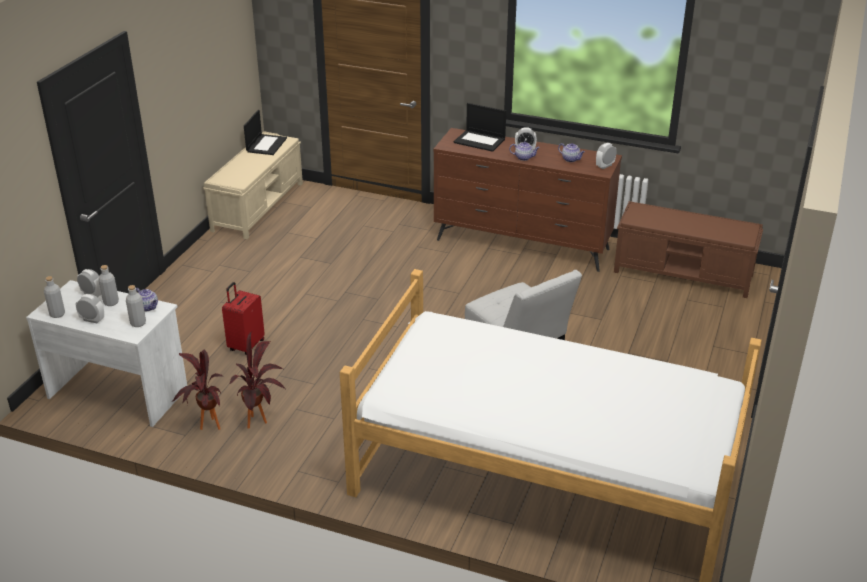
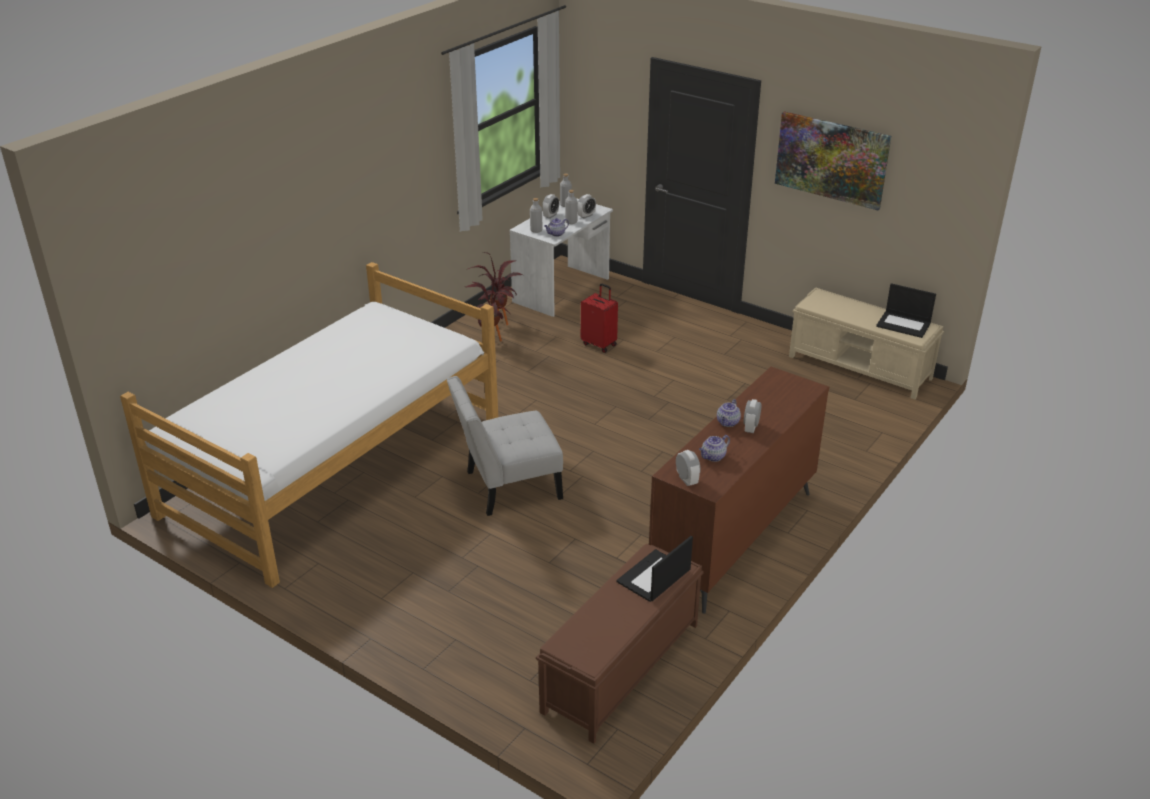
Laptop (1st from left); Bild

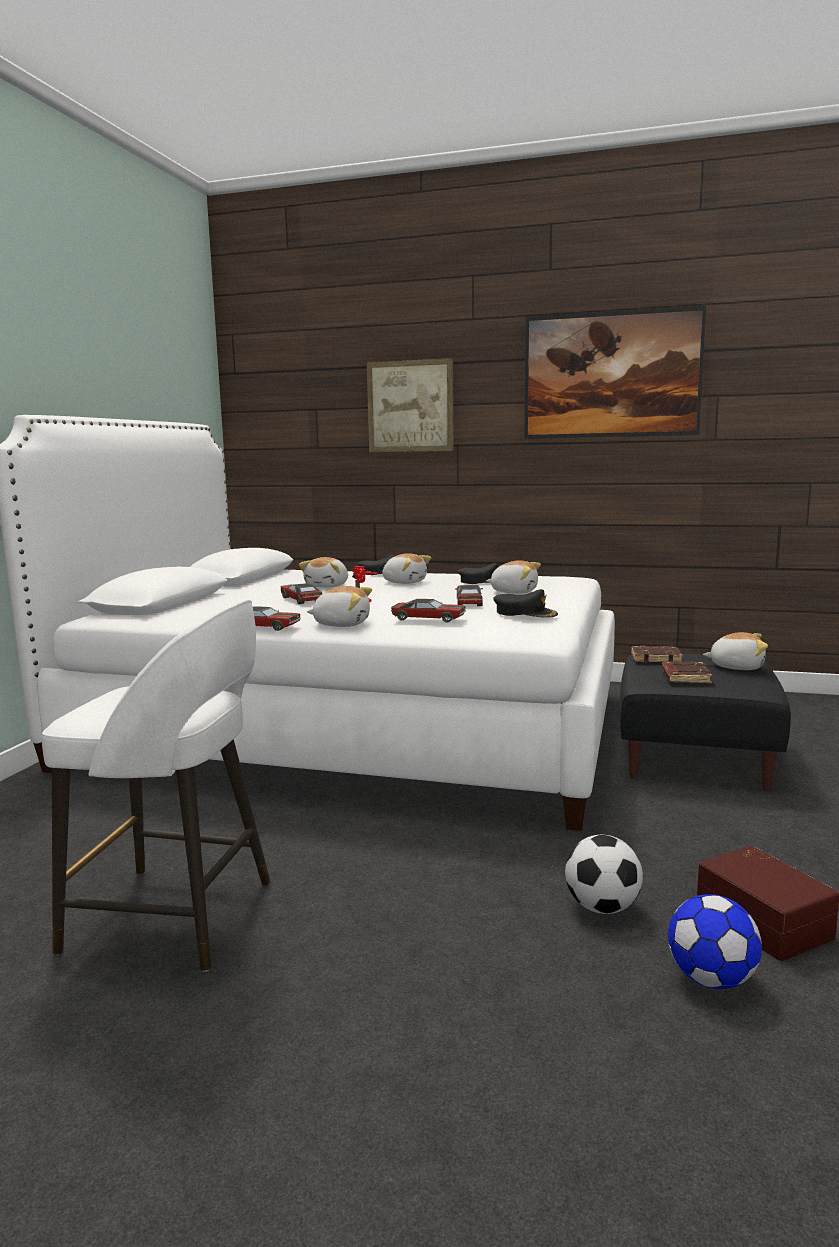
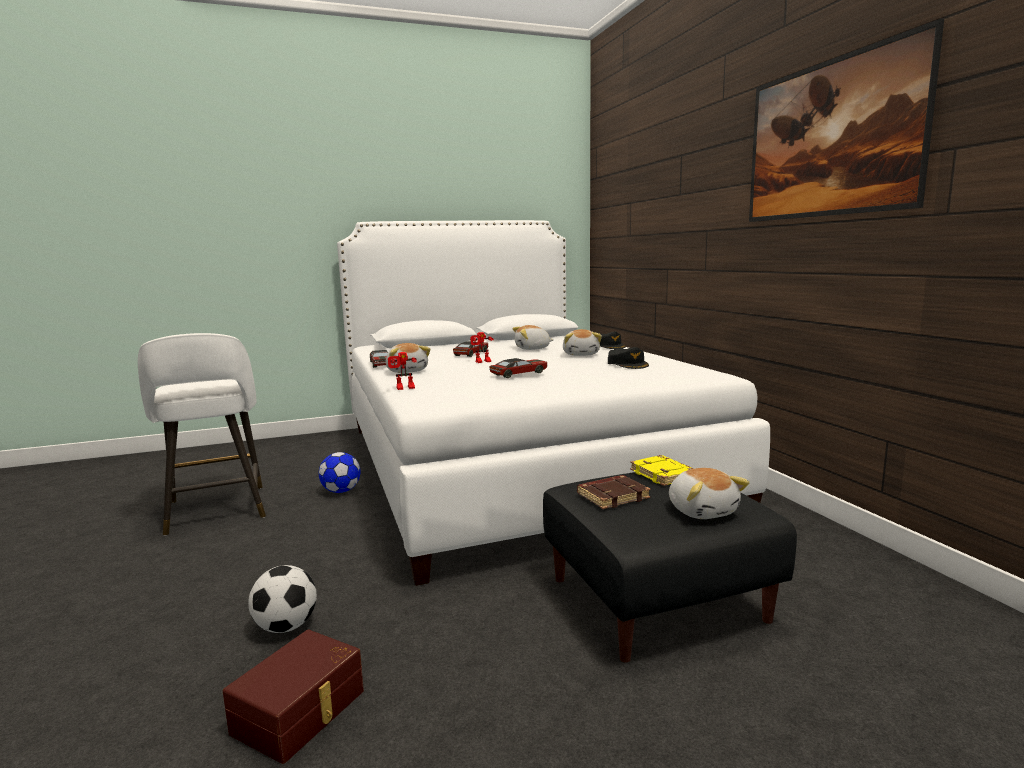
Bild (1st from left in the first image); Plüschtier (4th from left in the first image); Kappe (schwarz) (3rd from left in the first image); Spielzeugauto (3rd from left in the first image); Buch (gelb); Fußball (2nd from left); Spielzeugroboter (1st from left)

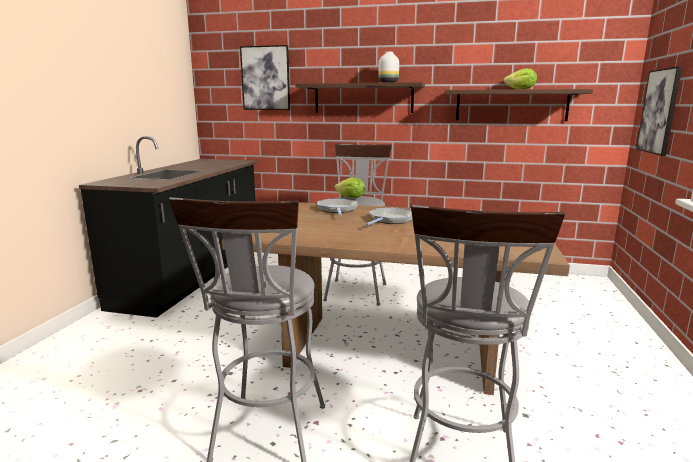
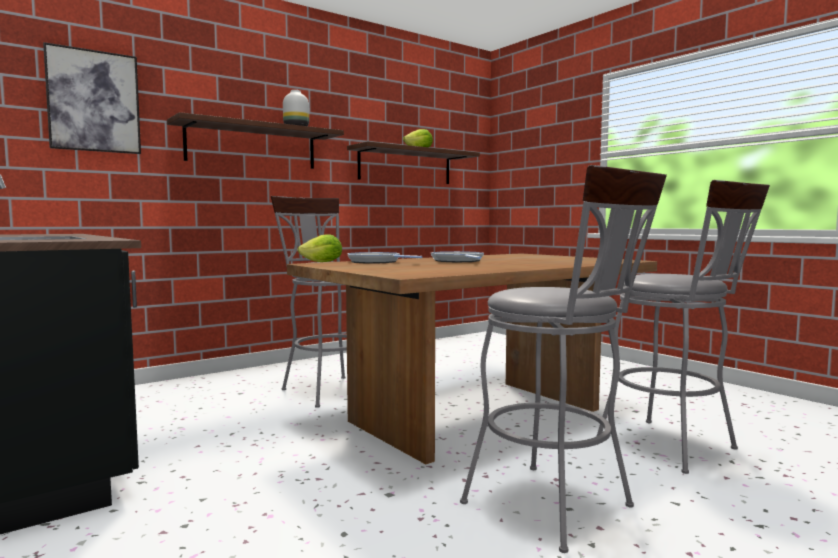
Bild (2nd from left in the first image)

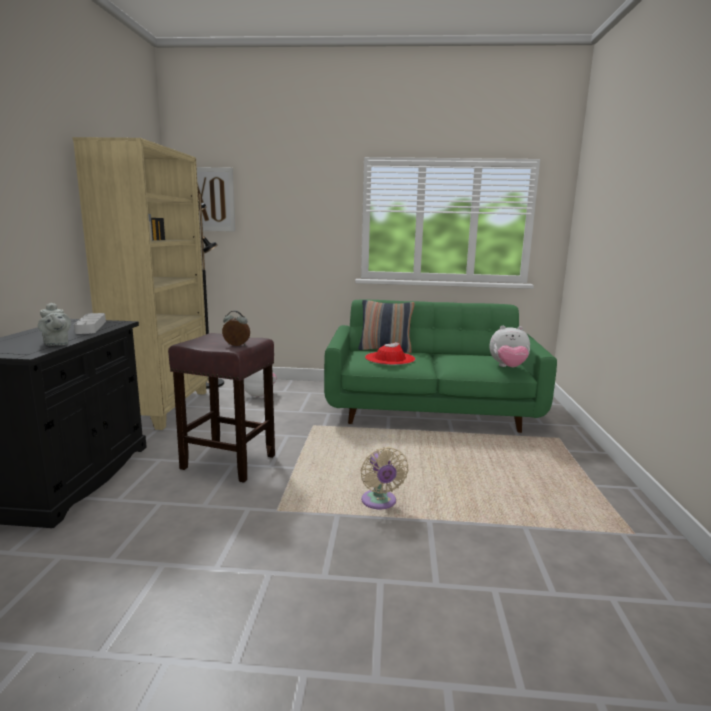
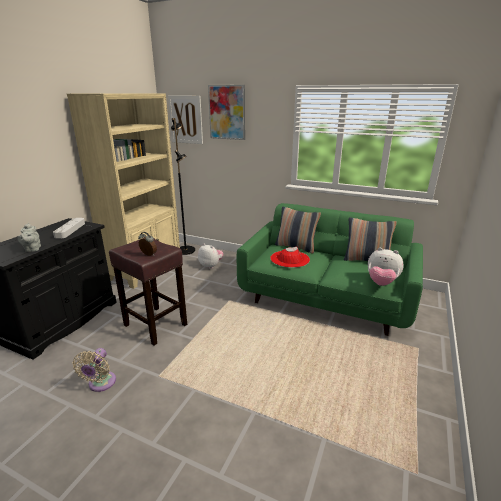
Ventilator (beige); Bild (2nd from left); Kissen (2nd from left)

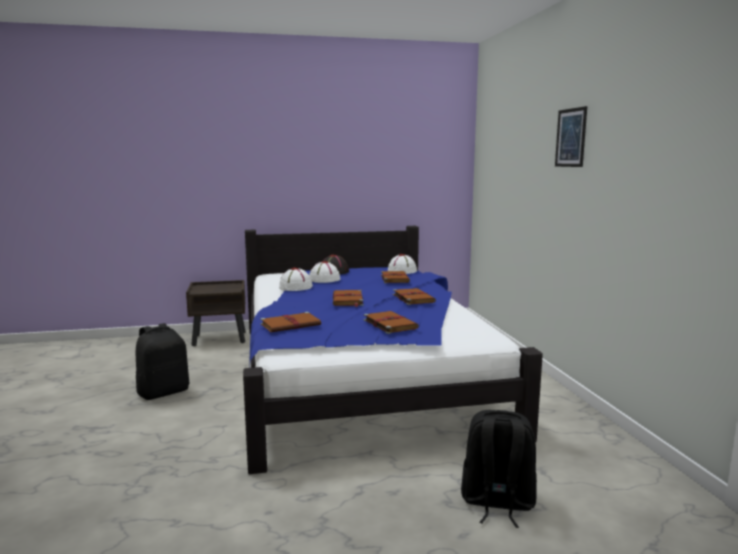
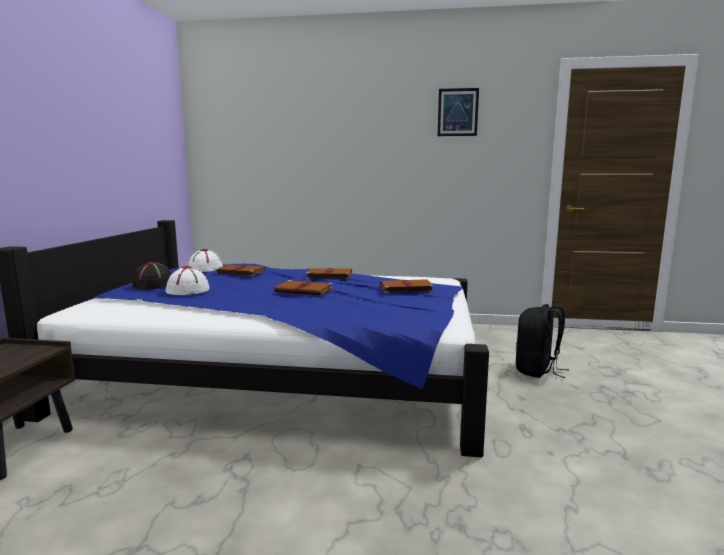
Bild; Hut (weiß) (1st from left in the first image); Buch (braun) (1st from left in the first image); Rucksack (schwarz) (1st from left in the first image)

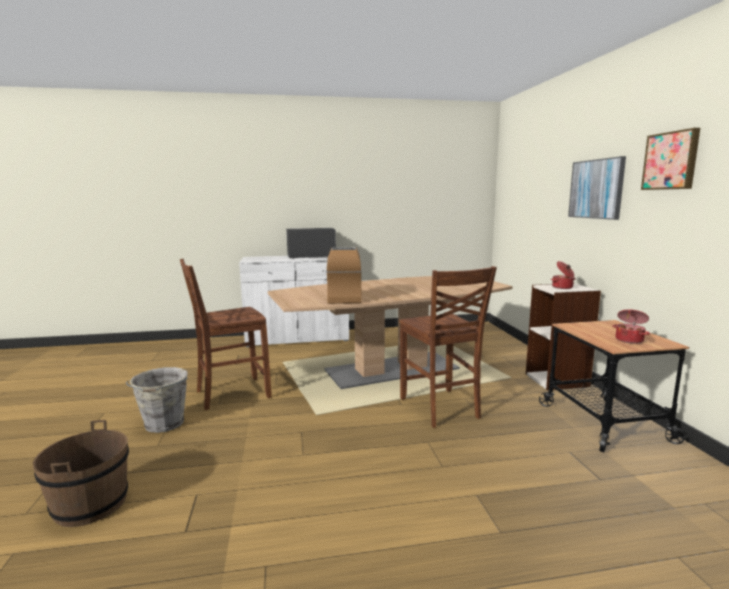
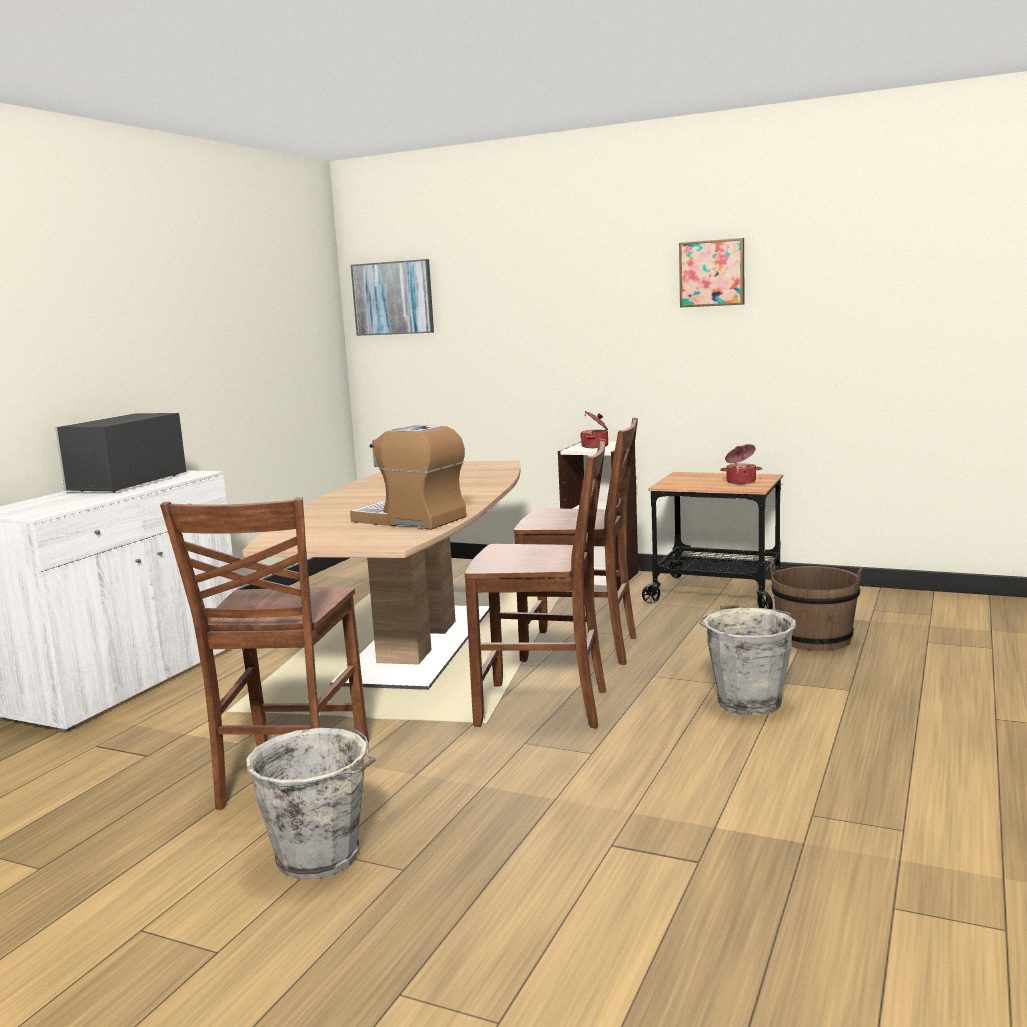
Bild (1st from left); Eimer (braun); Stuhl (braun) (2nd from left); Eimer (grau) (2nd from left)

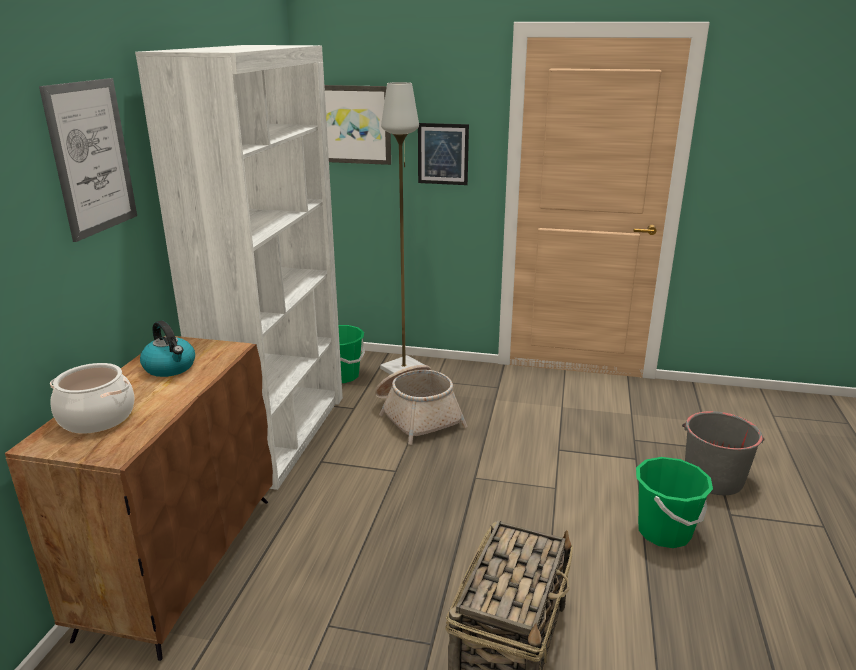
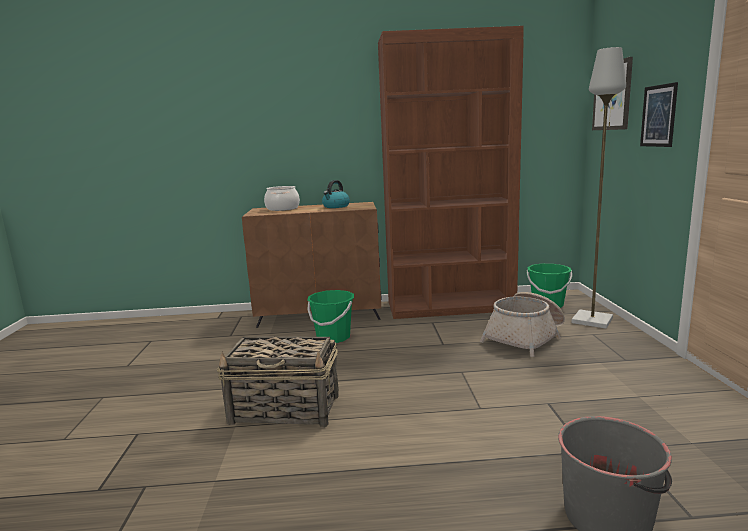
Bücherregal (braun); Bild (1st from left in the first image); Eimer (grün) (1st from left)

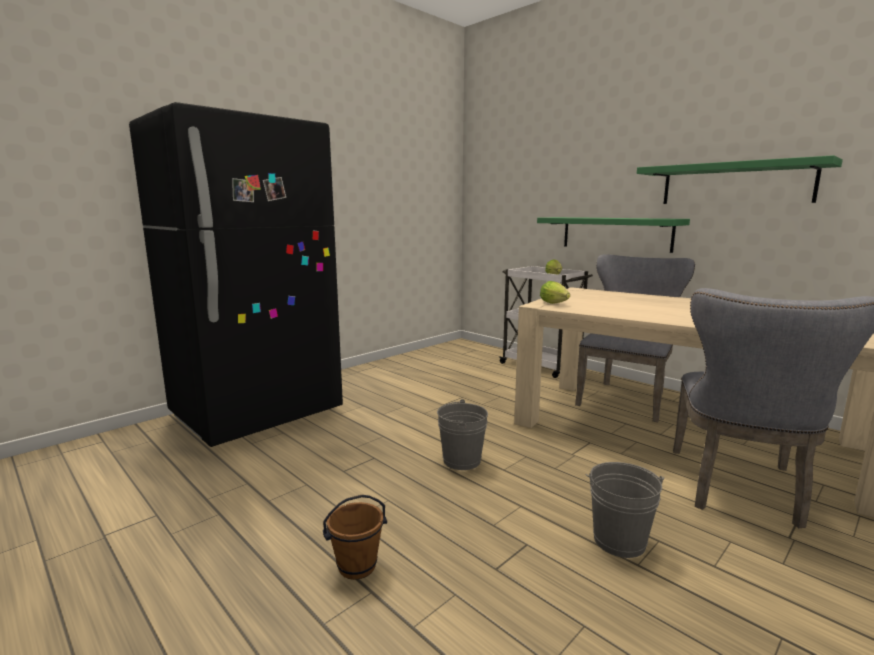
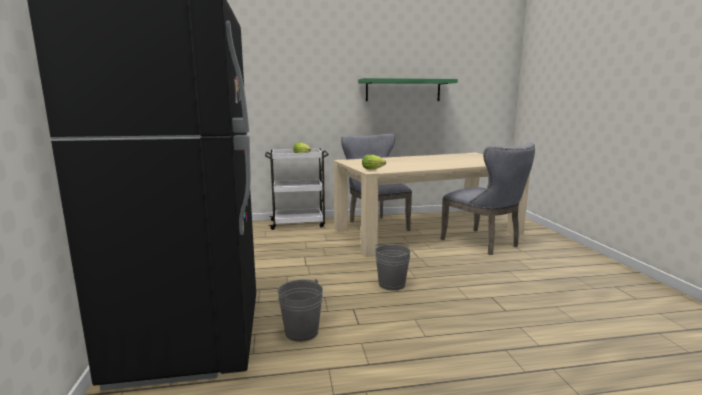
Wandregal (grün) (1st from left in the first image); Eimer (grau) (1st from left); Eimer (braun)

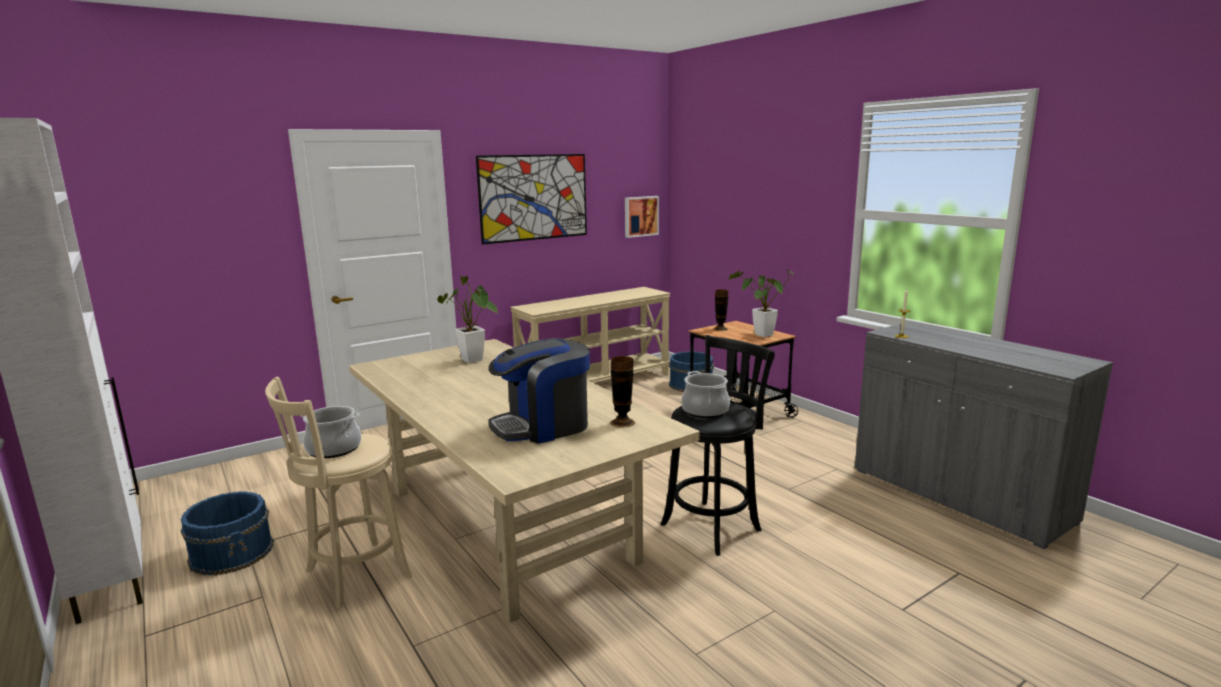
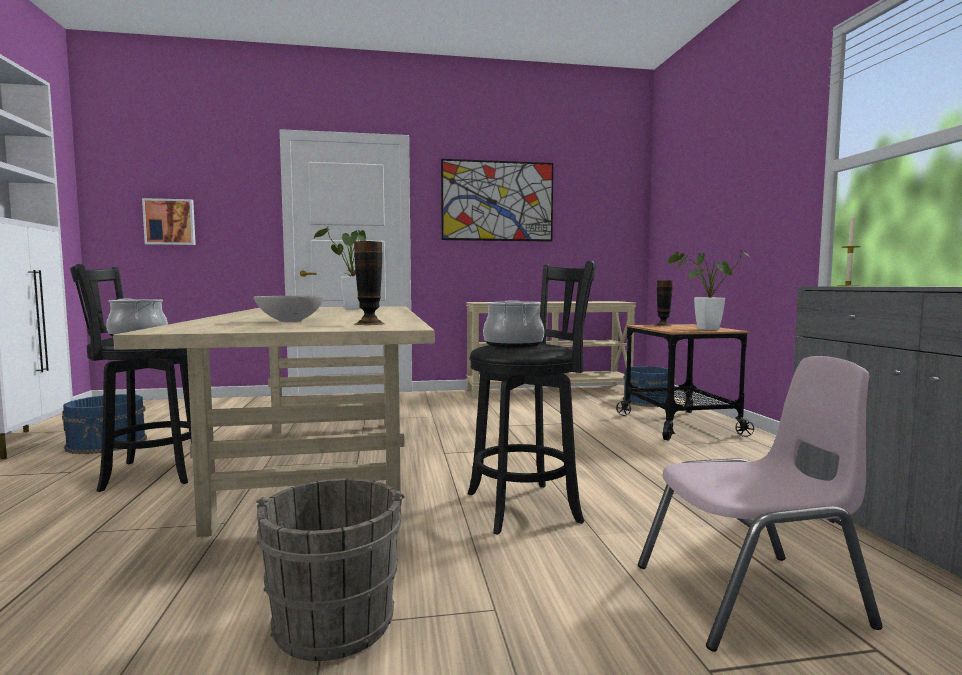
Bild (1st from left); Schüssel (weiß); Hocker (schwarz) (1st from left); Stuhl (rosa); Eimer (grau)

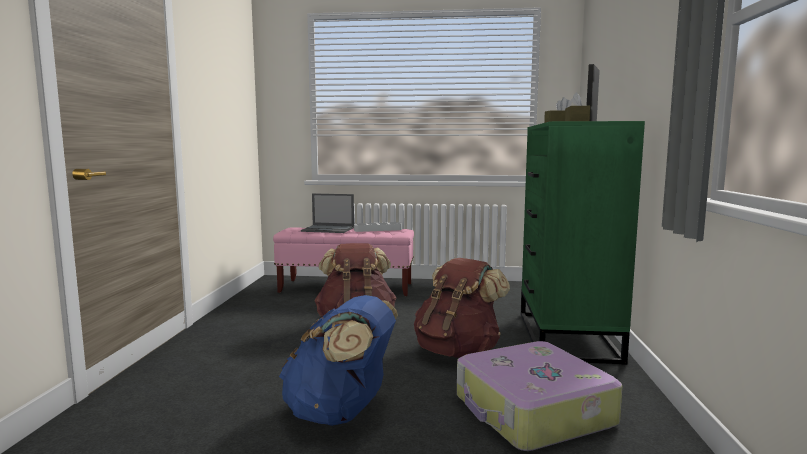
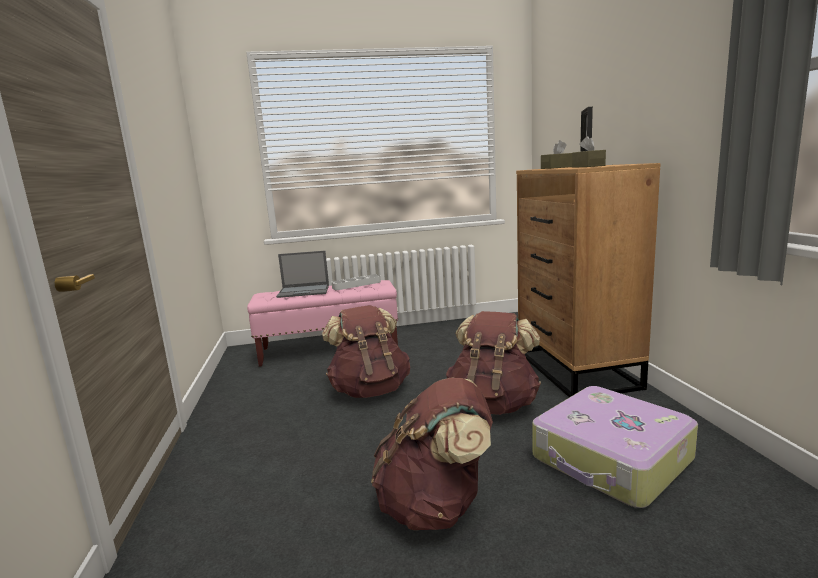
Kommode (braun); Rucksack (braun) (2nd from left)

